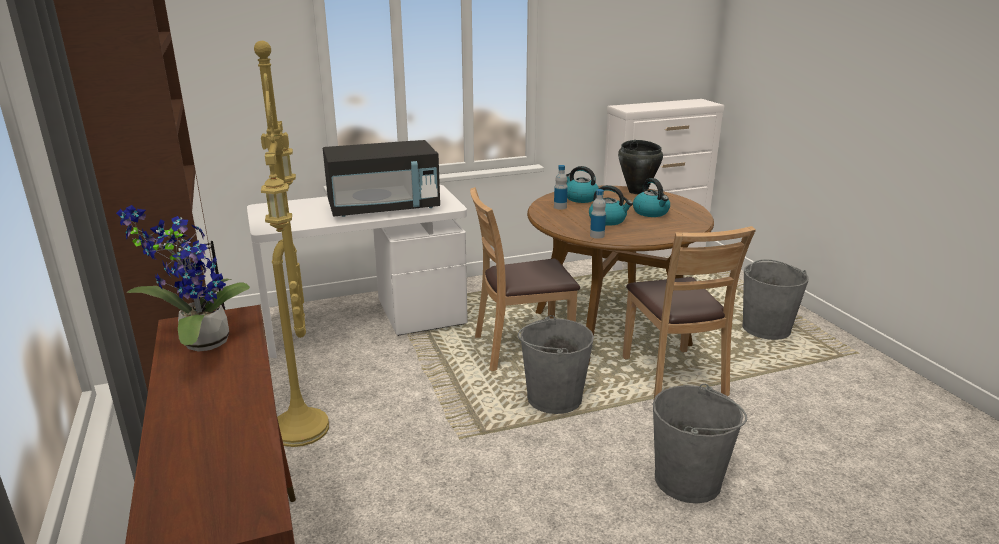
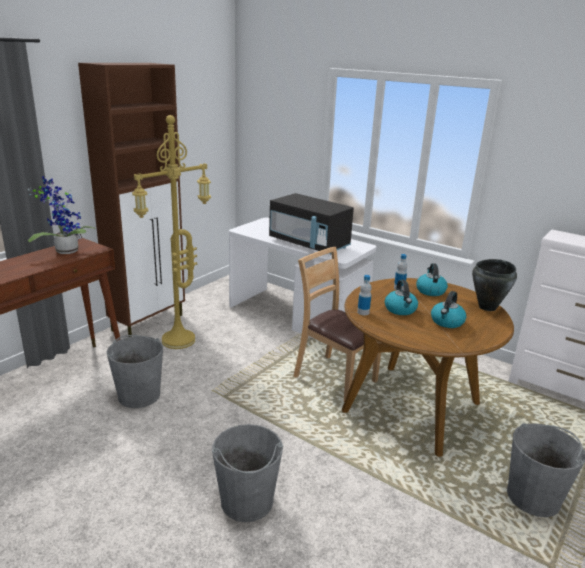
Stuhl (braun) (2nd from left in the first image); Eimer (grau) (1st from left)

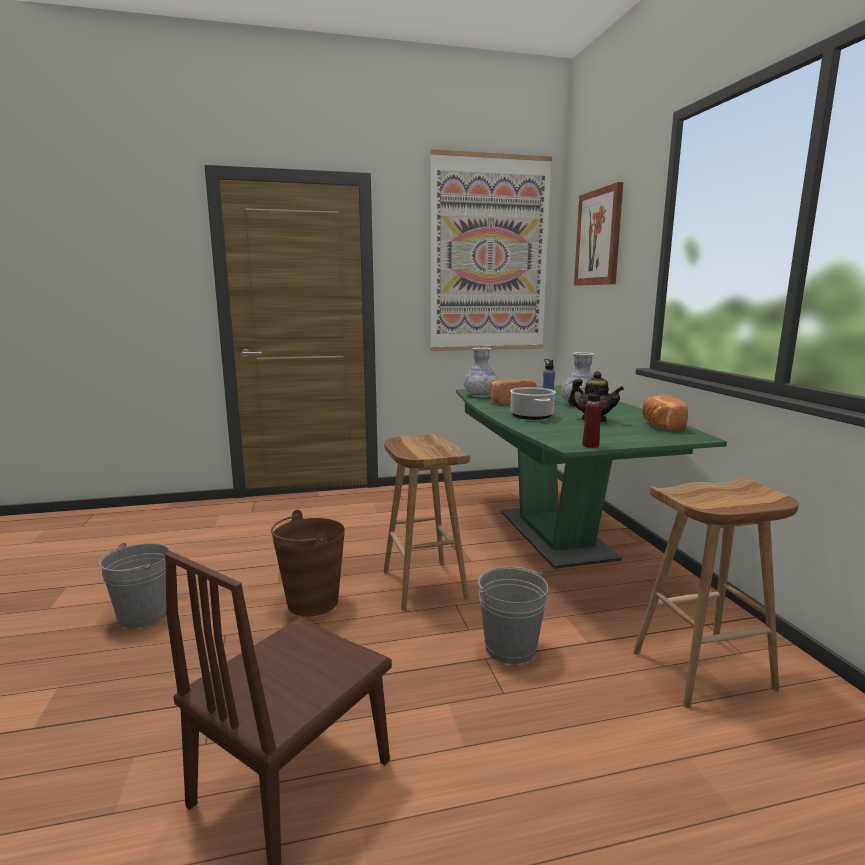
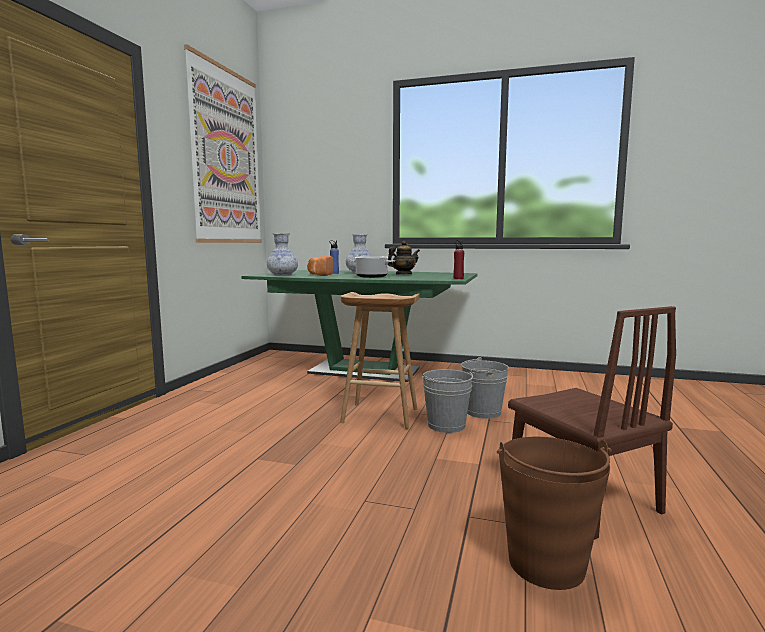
Bild (2nd from left in the first image); Brot (2nd from left in the first image); Hocker (braun) (2nd from left in the first image); Eimer (braun); Eimer (grau) (1st from left)

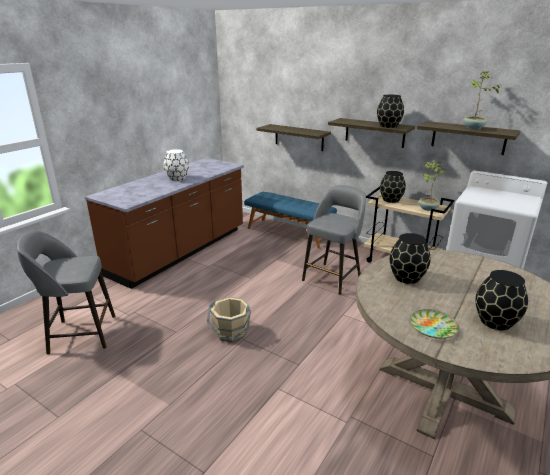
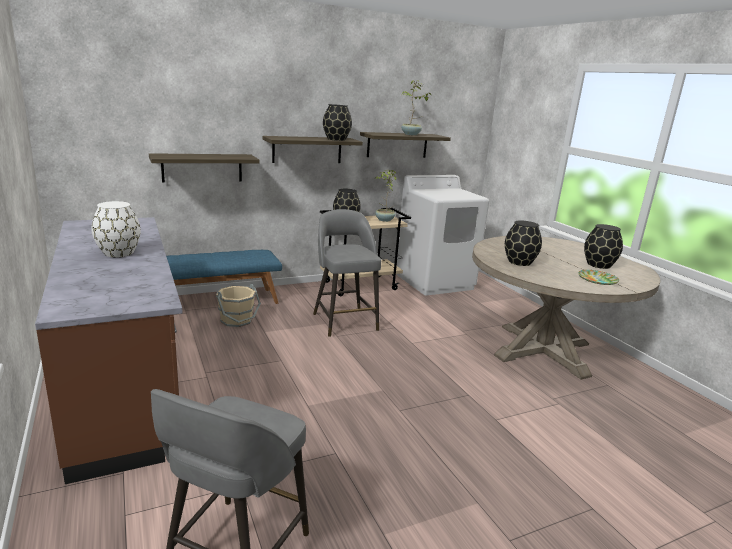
Eimer (beige)

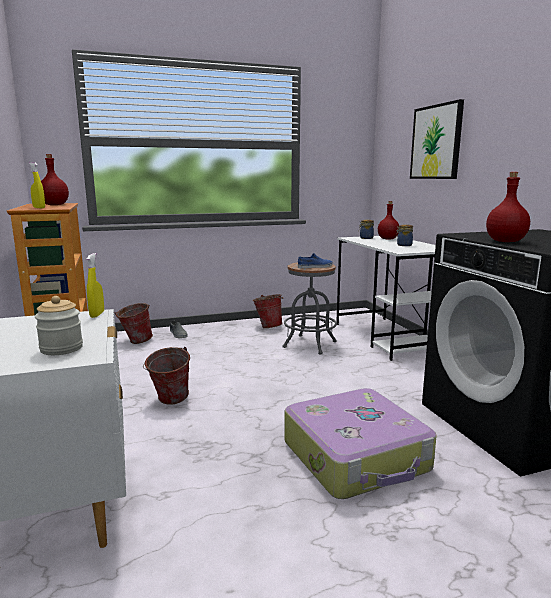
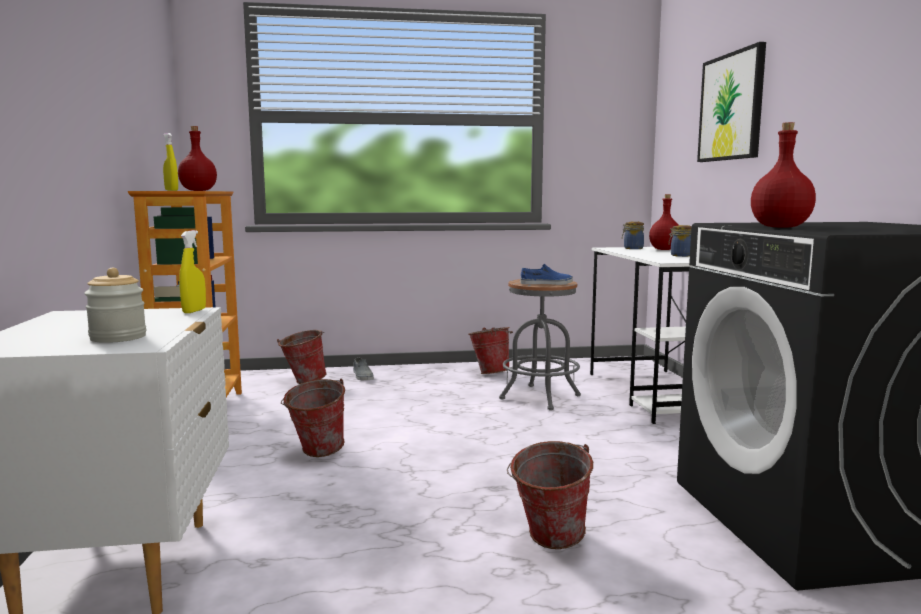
Eimer (4th from left)

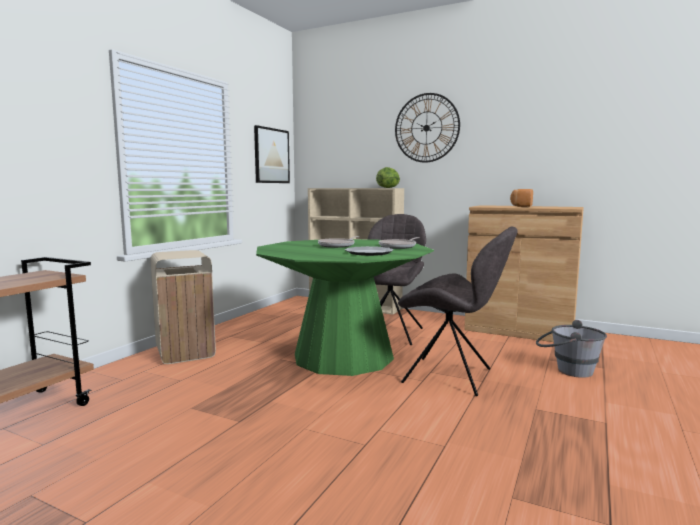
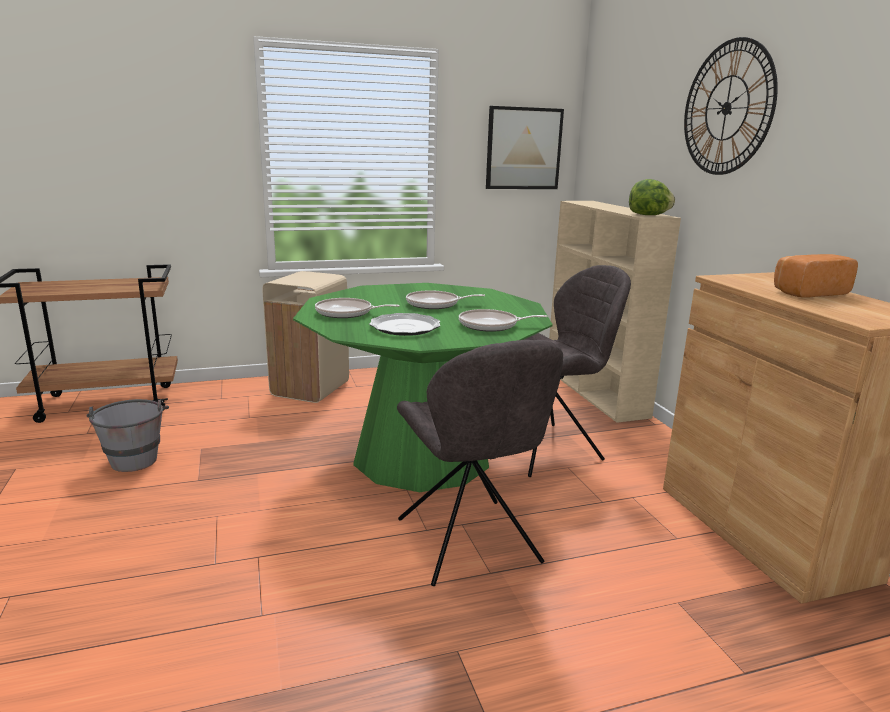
Eimer (grau); Pfanne (1st from left)

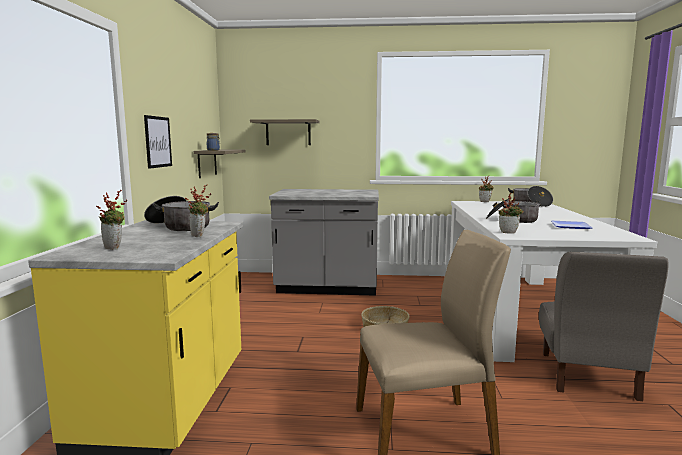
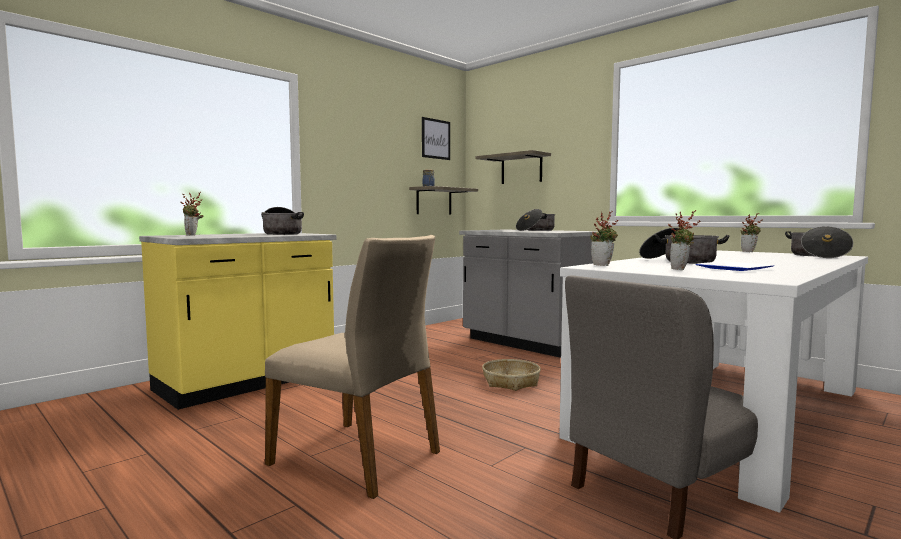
Bild; Topfpflanze (3rd from left); Kochtopf (2nd from left)

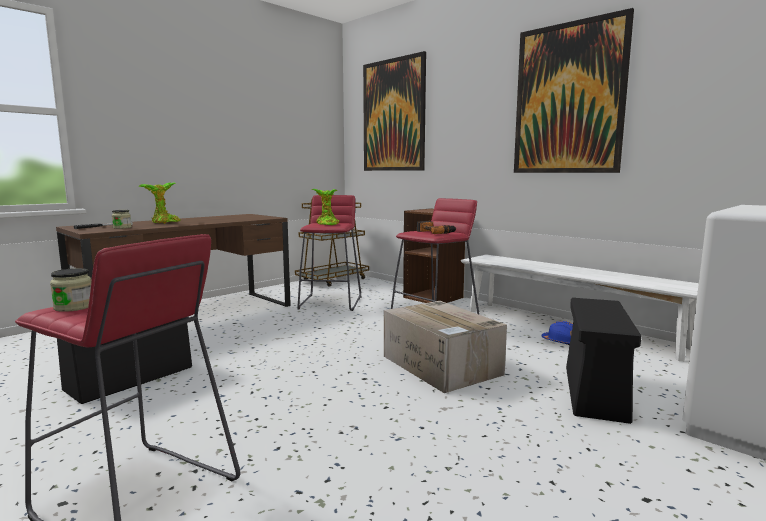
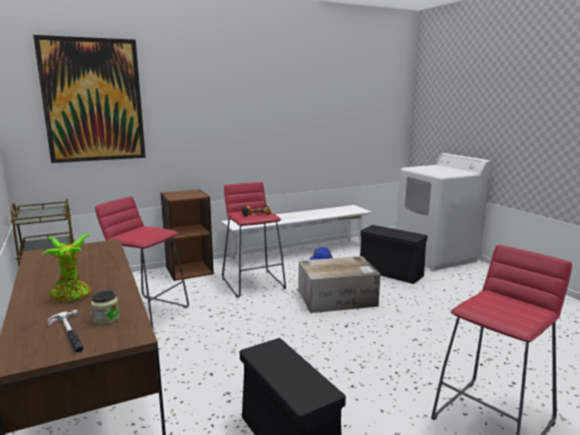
Bild (2nd from left in the first image); Topfpflanze (2nd from left in the first image); Vorratsglas (1st from left in the first image)

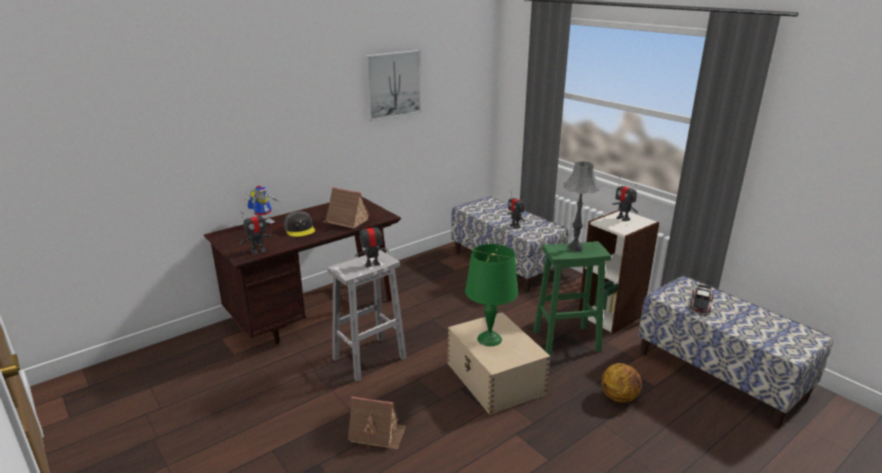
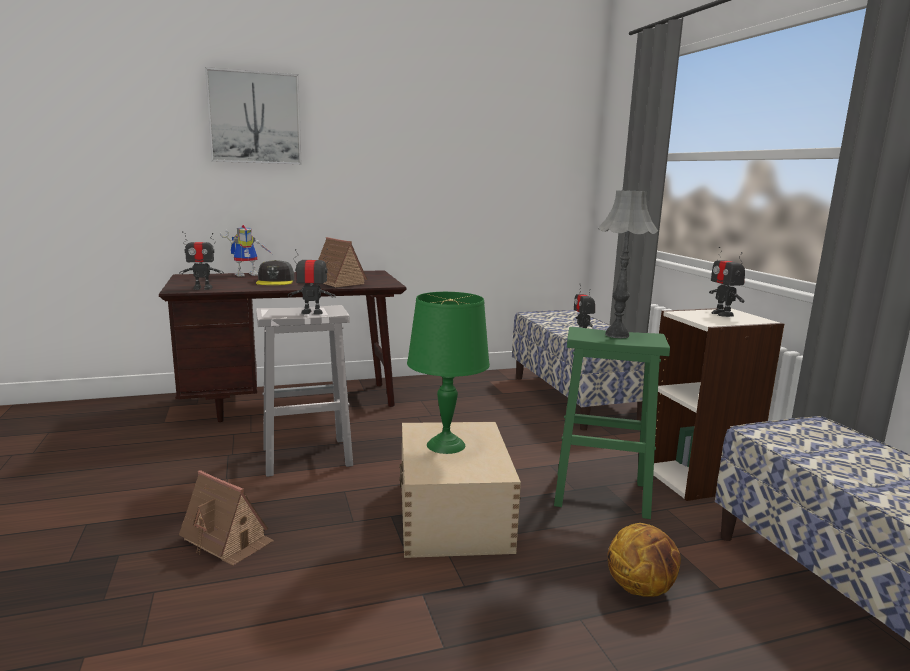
Bild; Spielzeugauto

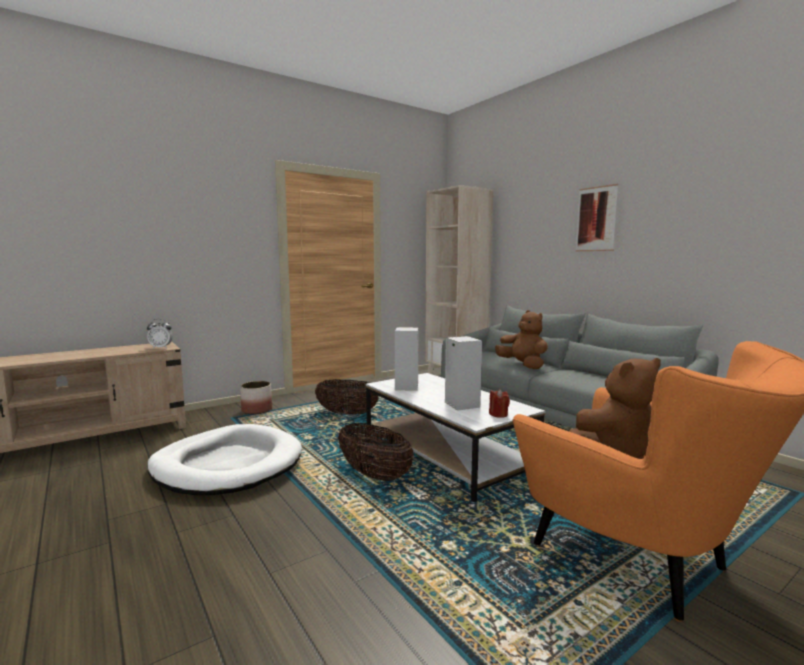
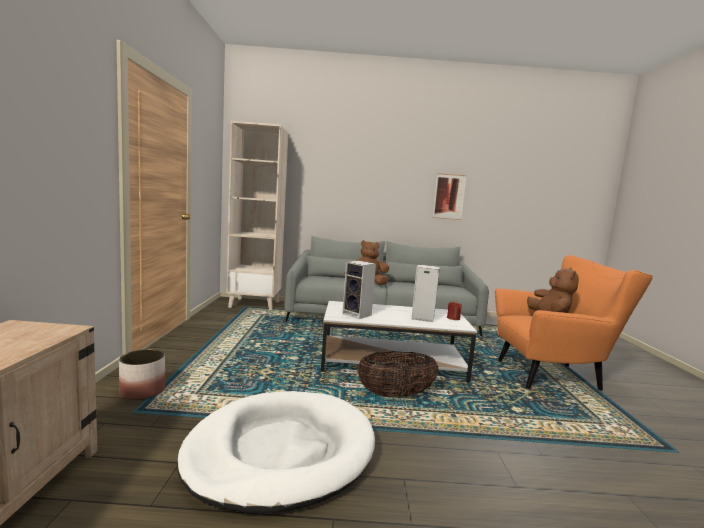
Bild; Wecker; Korb (1st from left in the first image)

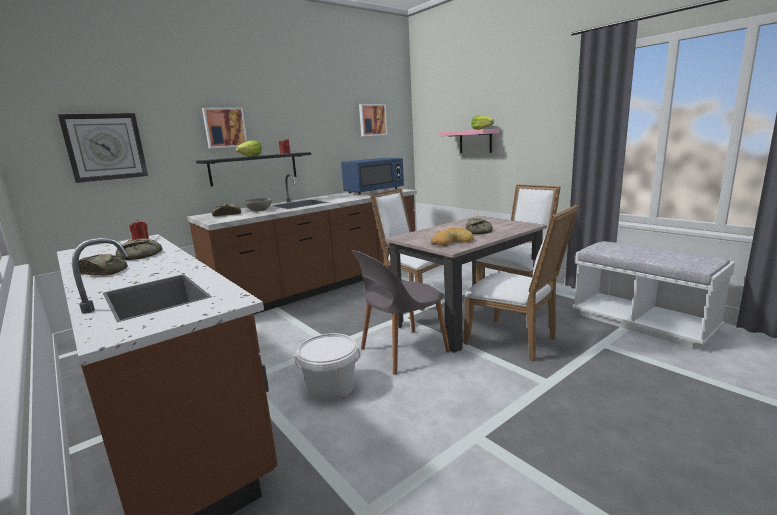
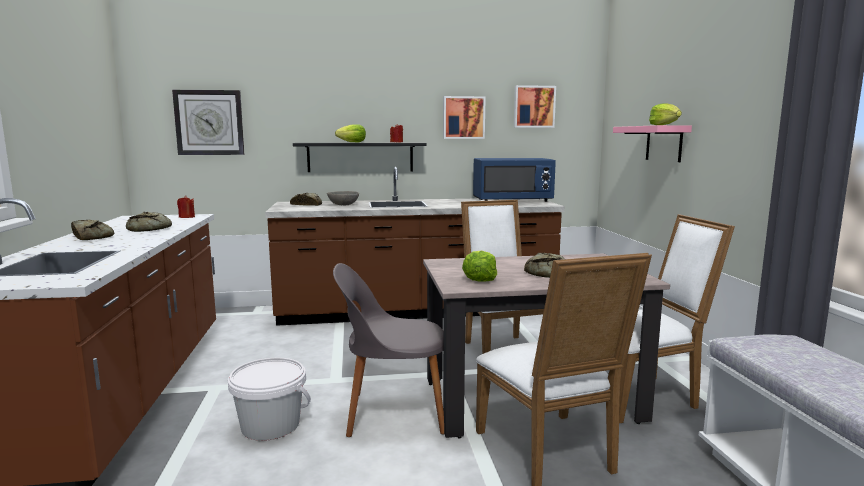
Bild (1st from left); Salatkopf (2nd from left)

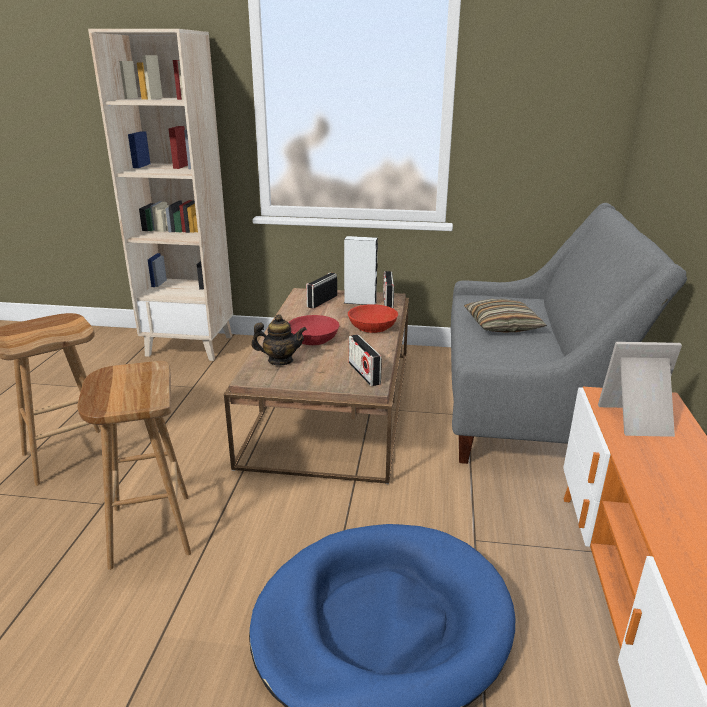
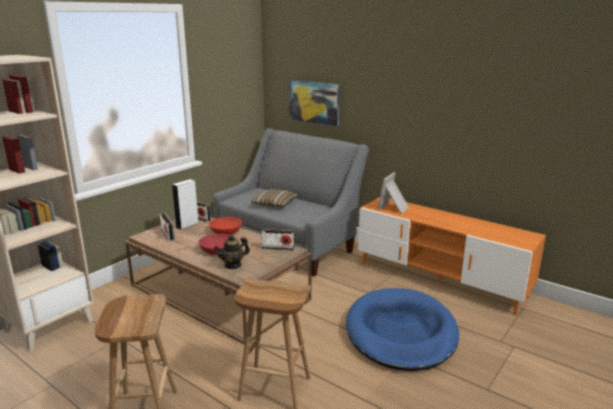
Teekanne; Bild

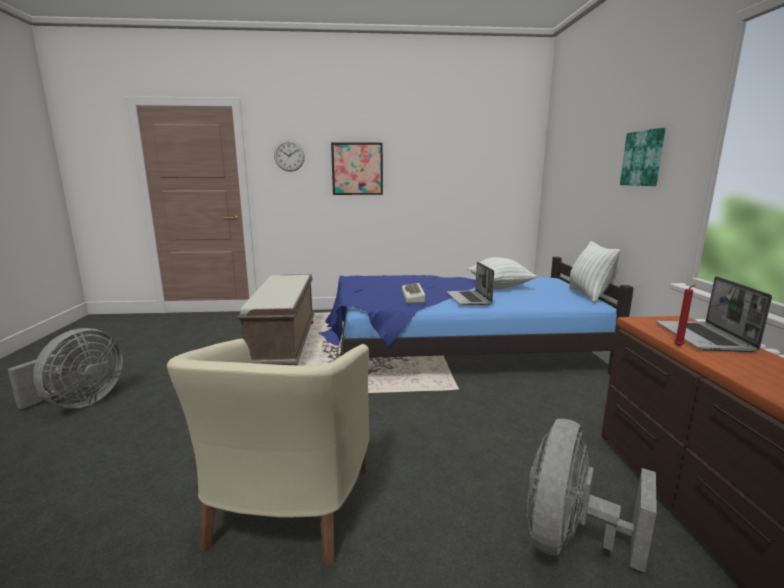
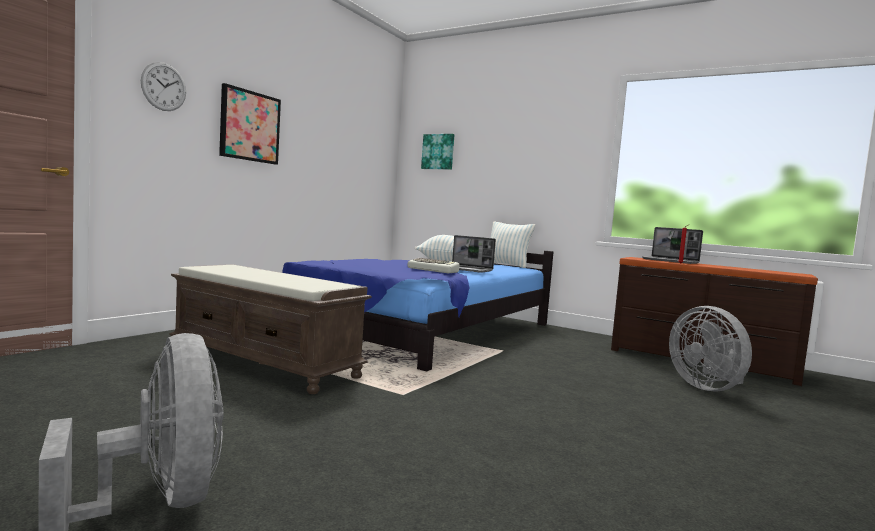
Bild (2nd from left); Sessel (beige)

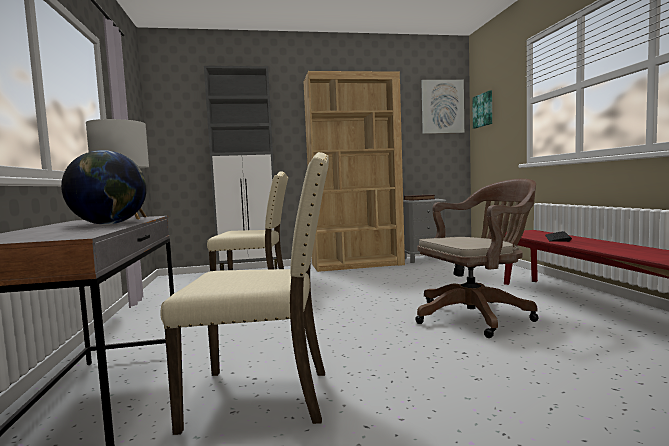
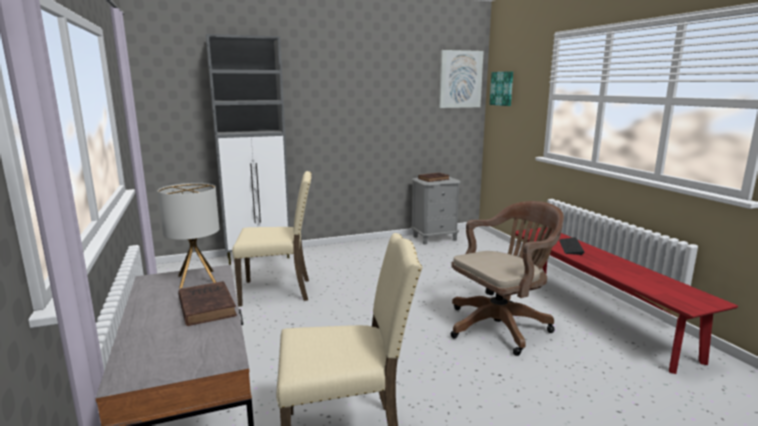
Bücherregal (braun); Buch (braun) (1st from left)

